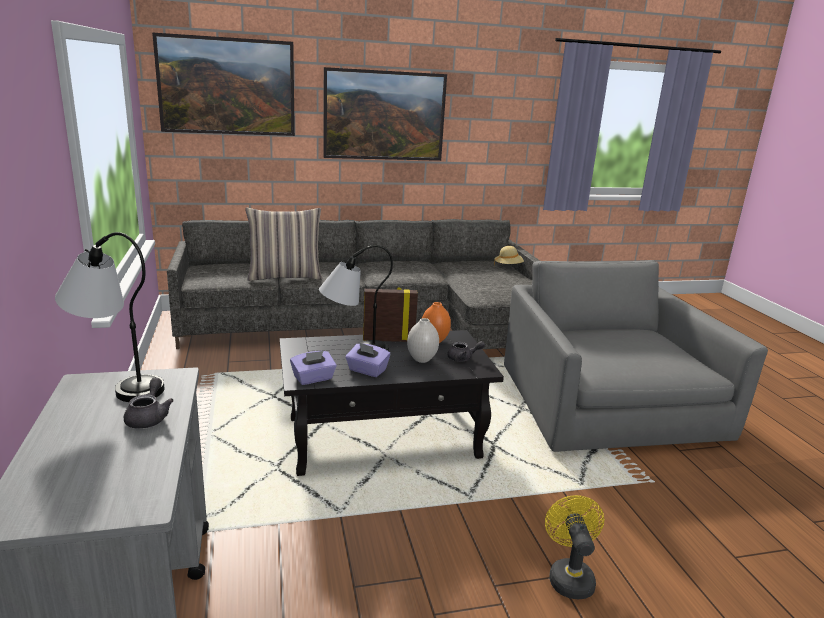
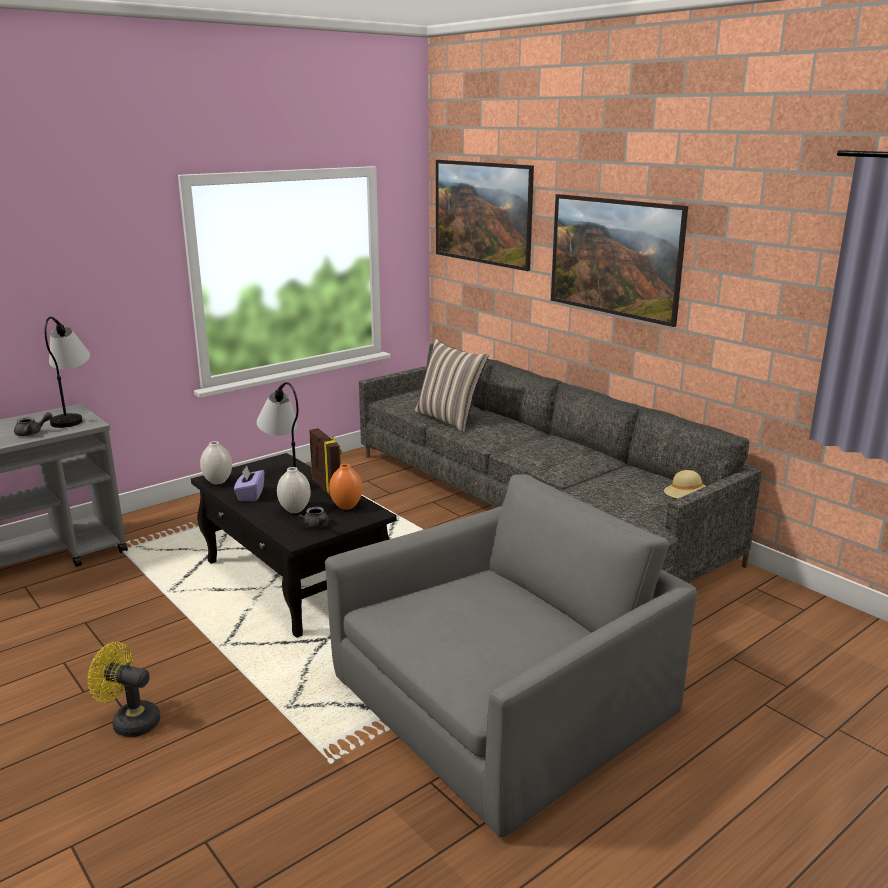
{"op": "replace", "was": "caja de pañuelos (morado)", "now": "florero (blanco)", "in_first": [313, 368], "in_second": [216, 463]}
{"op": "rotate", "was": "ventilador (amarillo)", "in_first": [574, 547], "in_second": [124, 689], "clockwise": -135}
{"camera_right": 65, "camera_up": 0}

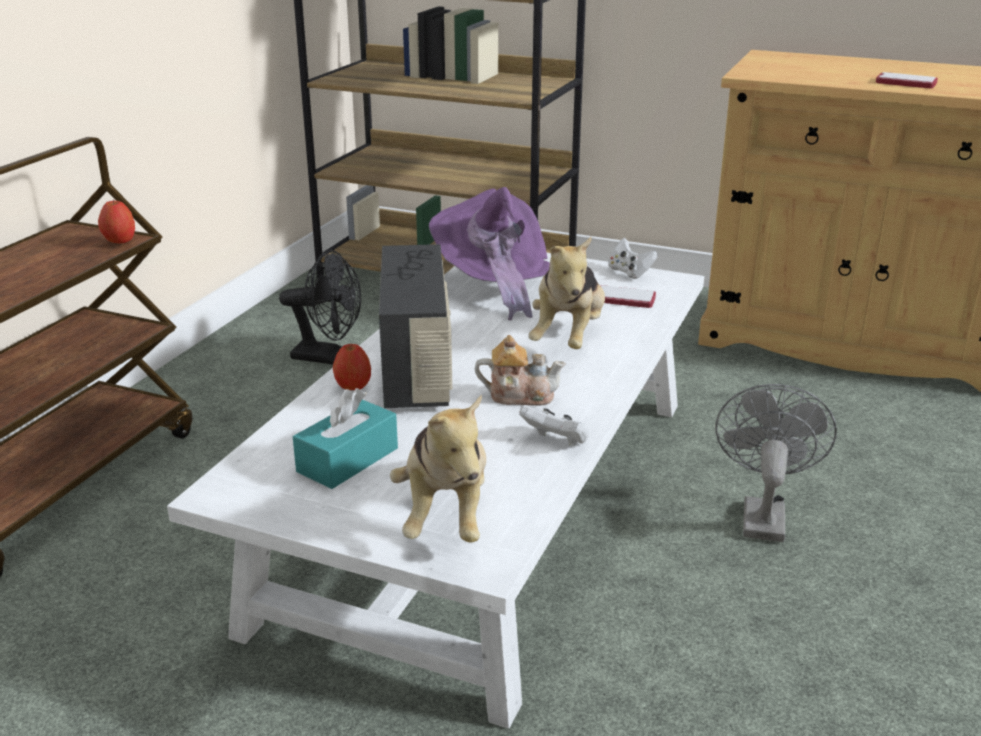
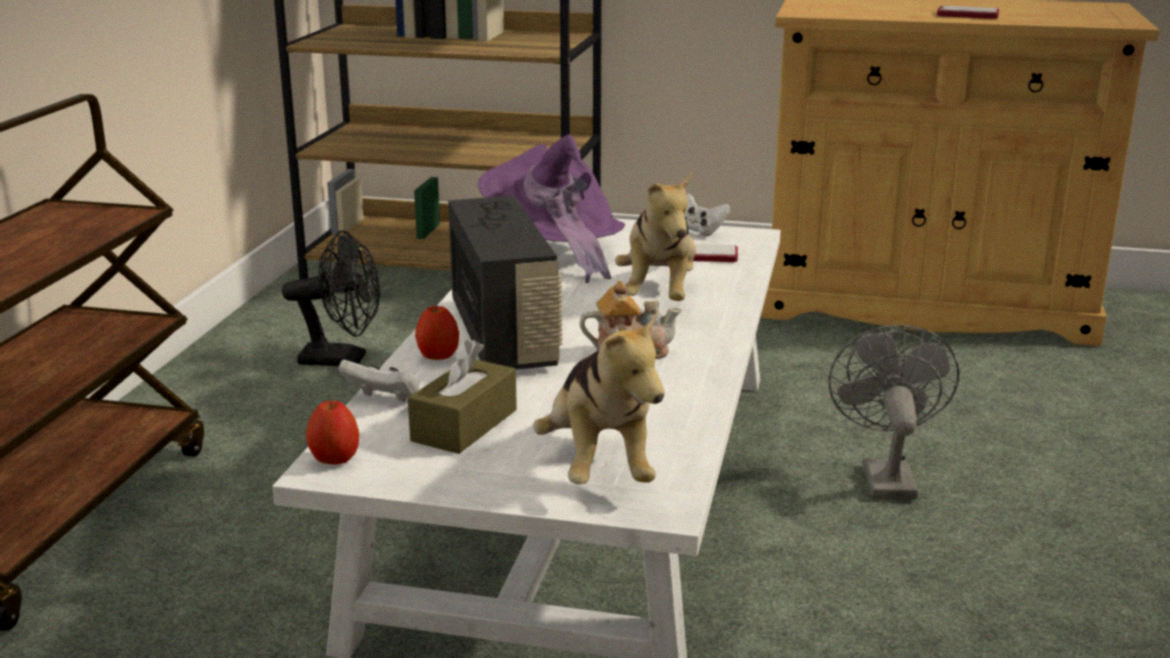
{"op": "move", "was": "manzana", "in_first": [116, 221], "in_second": [332, 432]}
{"op": "recolor", "was": "caja de pañuelos (turquesa)", "now": "caja de pañuelos (marrón)", "in_first": [345, 438], "in_second": [462, 397]}
{"op": "move", "was": "mando de consola (blanco)", "in_first": [554, 425], "in_second": [378, 381]}
{"camera_right": -10, "camera_up": -5}

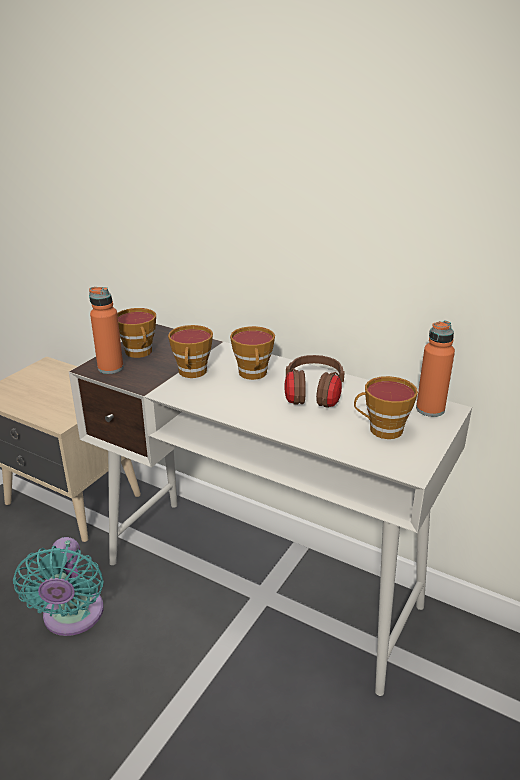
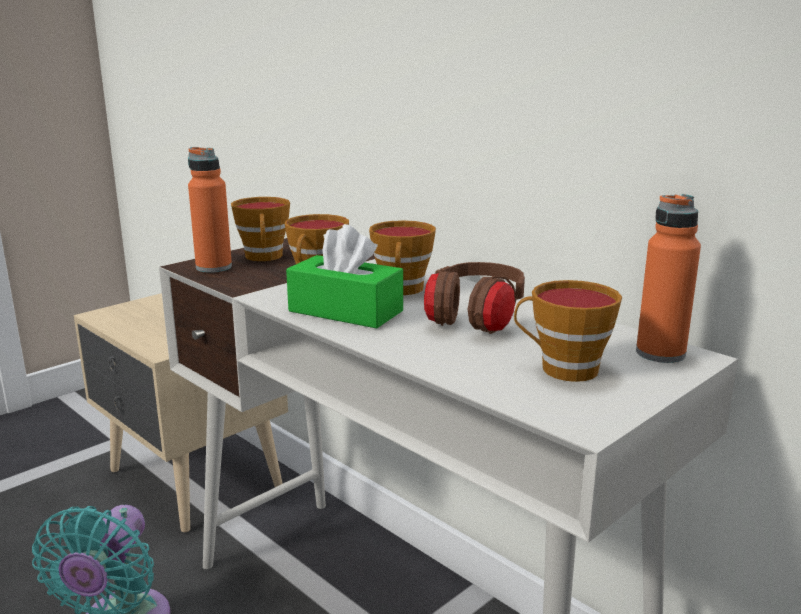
{"op": "insert", "now": "caja de pañuelos (verde)", "in_second": [344, 276]}
{"camera_right": 15, "camera_up": -10}

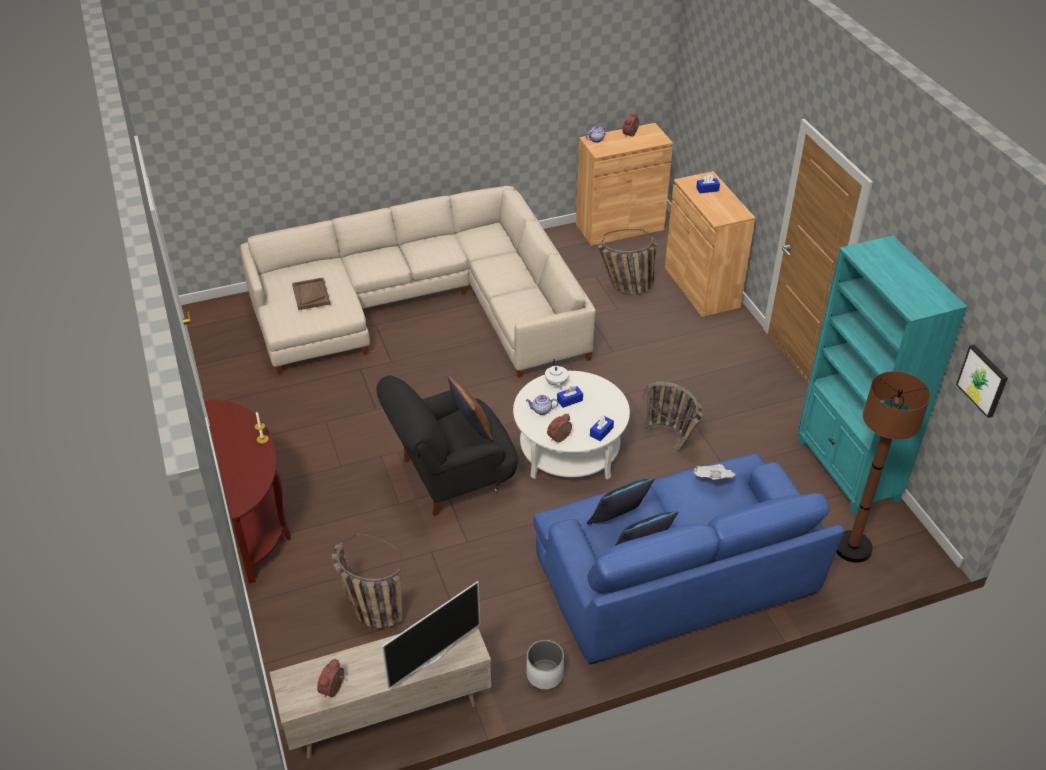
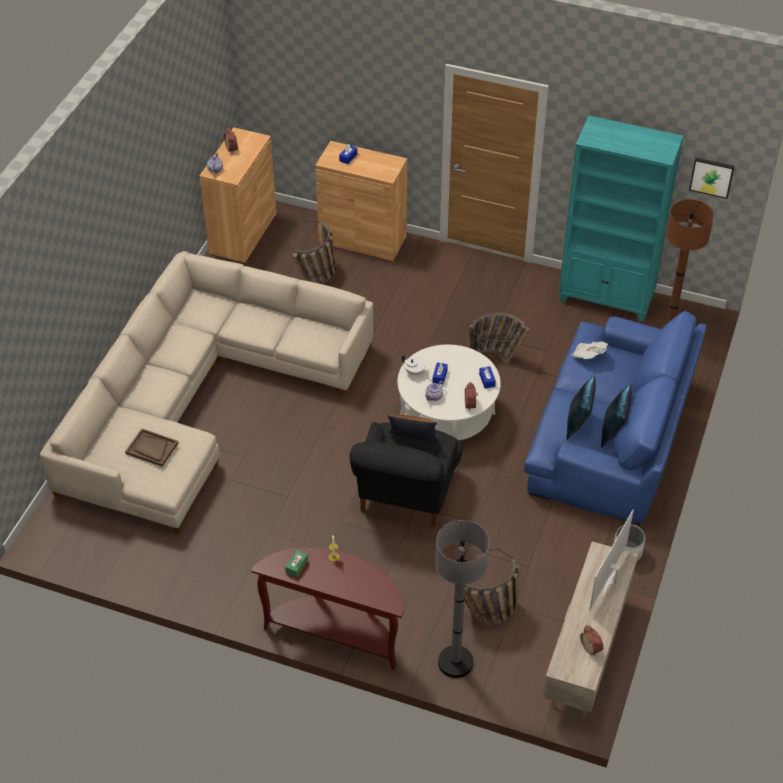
{"op": "rotate", "was": "televisor", "in_first": [431, 635], "in_second": [611, 560], "clockwise": -150}
{"op": "insert", "now": "lámpara de pie (gris)", "in_second": [462, 599]}
{"op": "insert", "now": "caja de pañuelos (verde)", "in_second": [296, 564]}
{"camera_right": -50, "camera_up": 5}

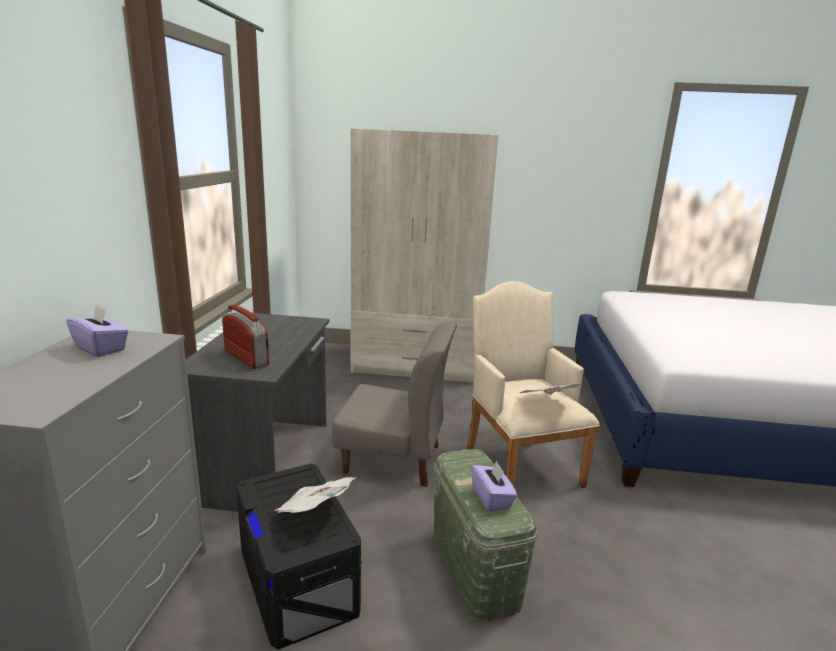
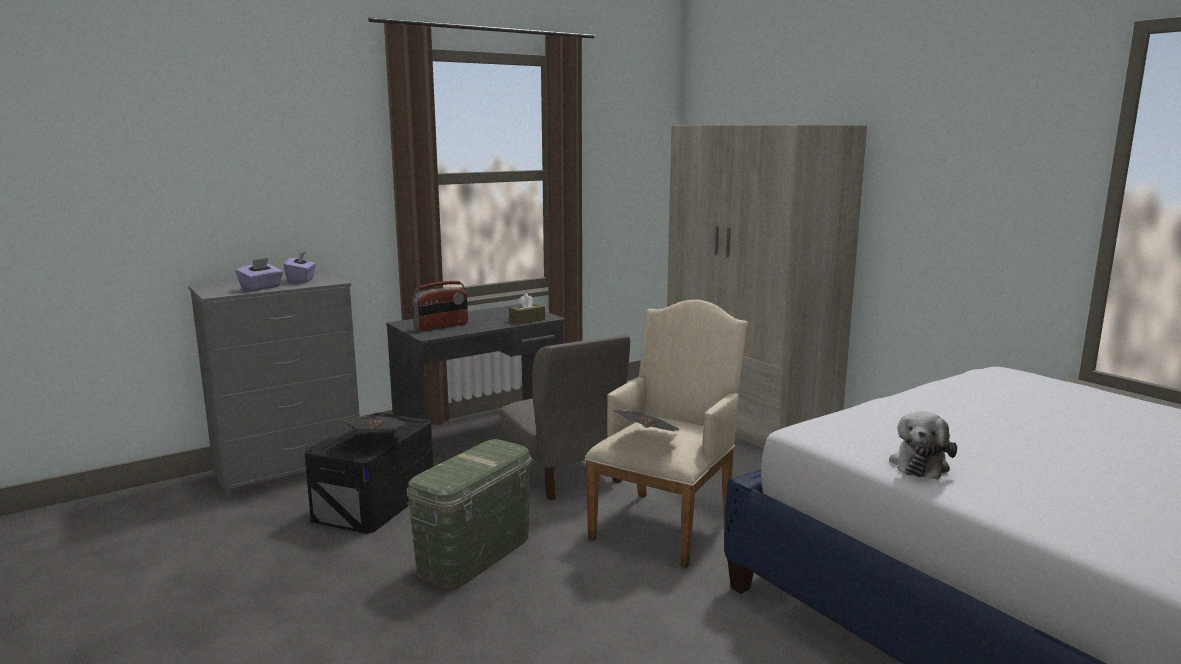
{"op": "rotate", "was": "radio", "in_first": [245, 337], "in_second": [440, 306], "clockwise": 45}
{"op": "move", "was": "caja de pañuelos (morado)", "in_first": [494, 486], "in_second": [259, 274]}
{"op": "insert", "now": "caja de pañuelos (marrón)", "in_second": [527, 308]}
{"op": "insert", "now": "peluche", "in_second": [923, 445]}
{"camera_right": 50, "camera_up": -5}

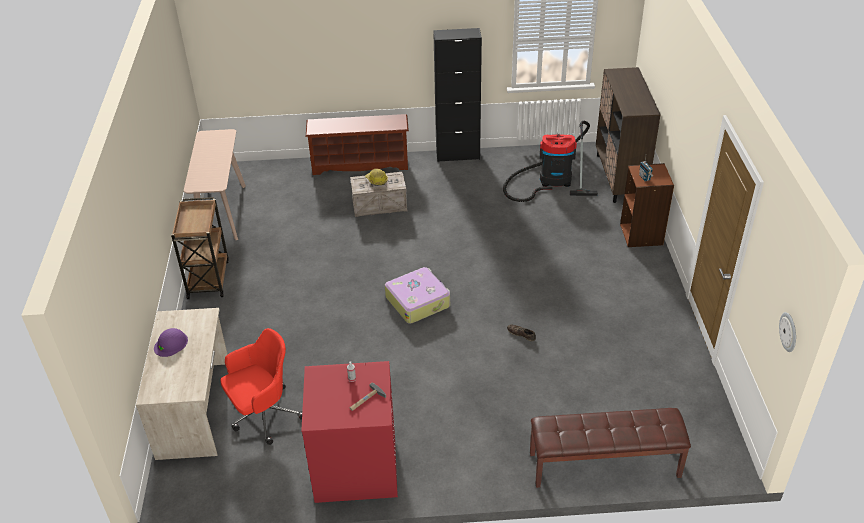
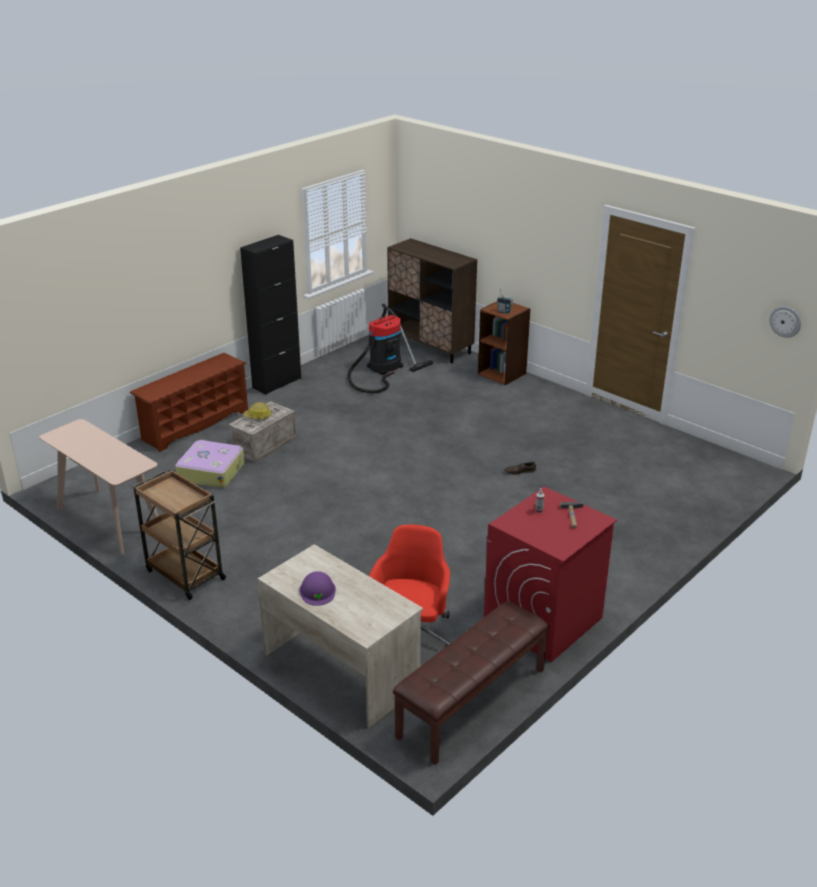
{"op": "move", "was": "maleta", "in_first": [417, 295], "in_second": [210, 464]}
{"op": "move", "was": "banco (marrón)", "in_first": [610, 448], "in_second": [471, 683]}
{"camera_right": -45, "camera_up": -10}

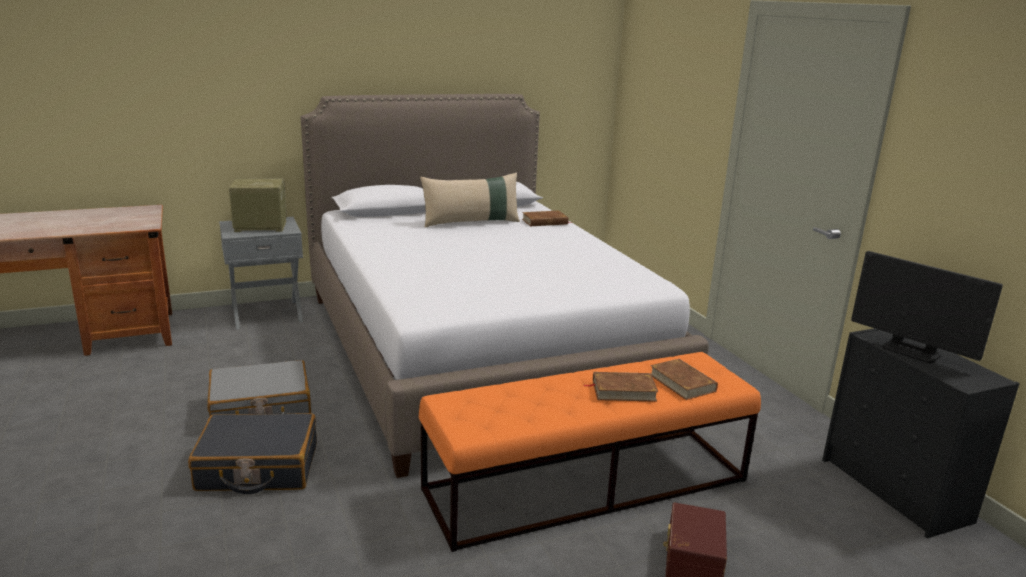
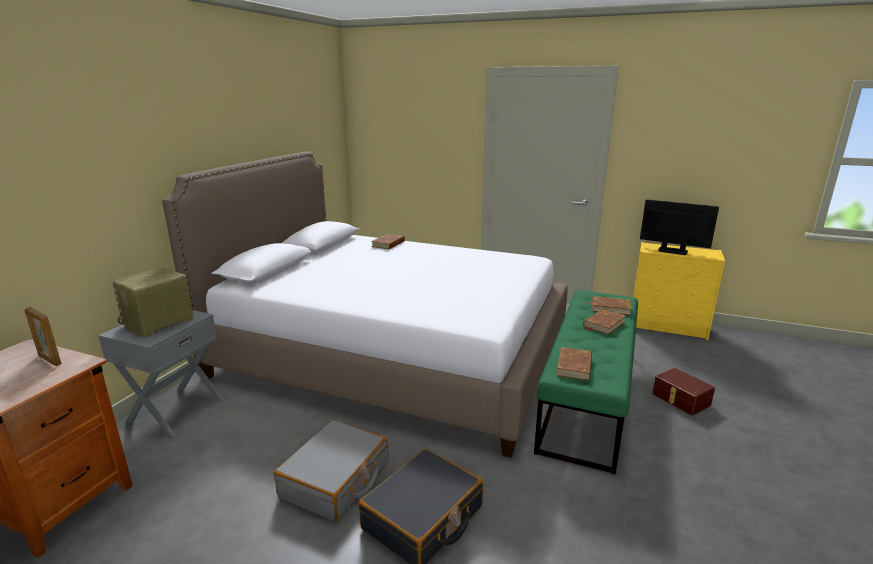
{"op": "delete", "was": "cojín (beis)", "in_first": [470, 200]}
{"op": "rotate", "was": "monitor", "in_first": [927, 307], "in_second": [679, 227], "clockwise": -150}
{"op": "recolor", "was": "cómoda (negro)", "now": "cómoda (amarillo)", "in_first": [921, 433], "in_second": [679, 291]}
{"op": "recolor", "was": "banco (naranja)", "now": "banco (verde)", "in_first": [590, 452], "in_second": [586, 382]}
{"op": "insert", "now": "portarretratos", "in_second": [43, 336]}
{"op": "insert", "now": "libro (marrón)", "in_second": [574, 364]}
{"camera_right": -45, "camera_up": 0}

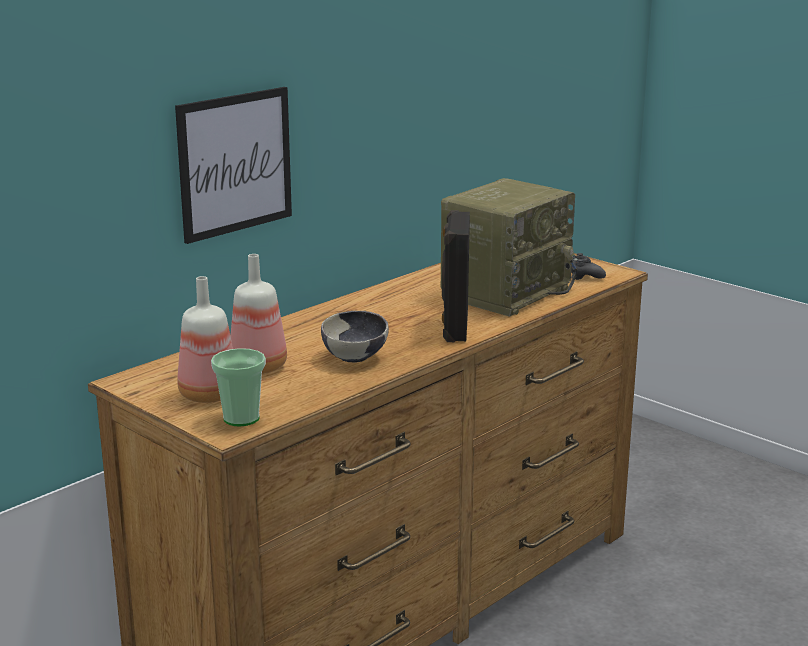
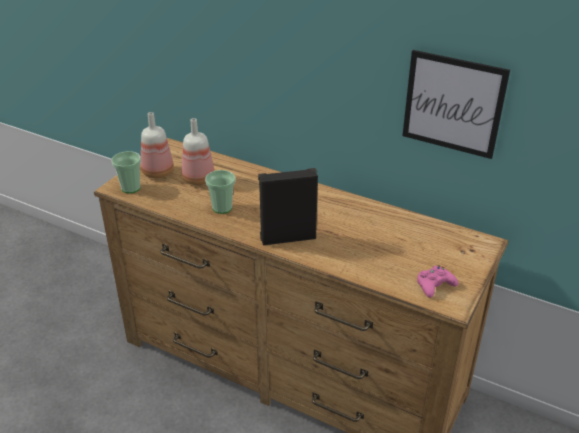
{"op": "move", "was": "cuadro", "in_first": [233, 165], "in_second": [456, 104]}
{"op": "delete", "was": "radio", "in_first": [509, 247]}
{"op": "recolor", "was": "mando de consola (negro)", "now": "mando de consola (rosa)", "in_first": [586, 266], "in_second": [437, 281]}
{"op": "replace", "was": "cuenco", "now": "taza", "in_first": [355, 337], "in_second": [220, 192]}
{"camera_right": 75, "camera_up": 15}

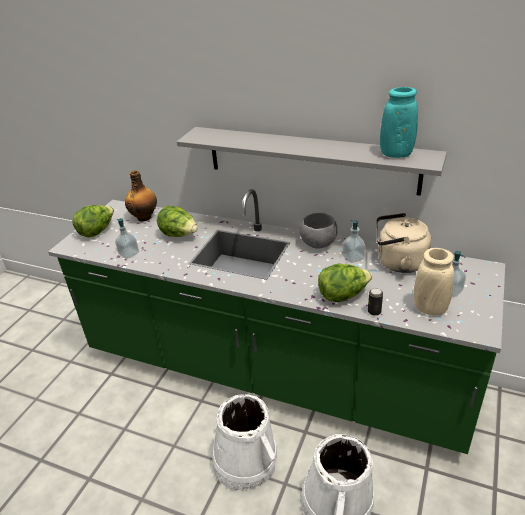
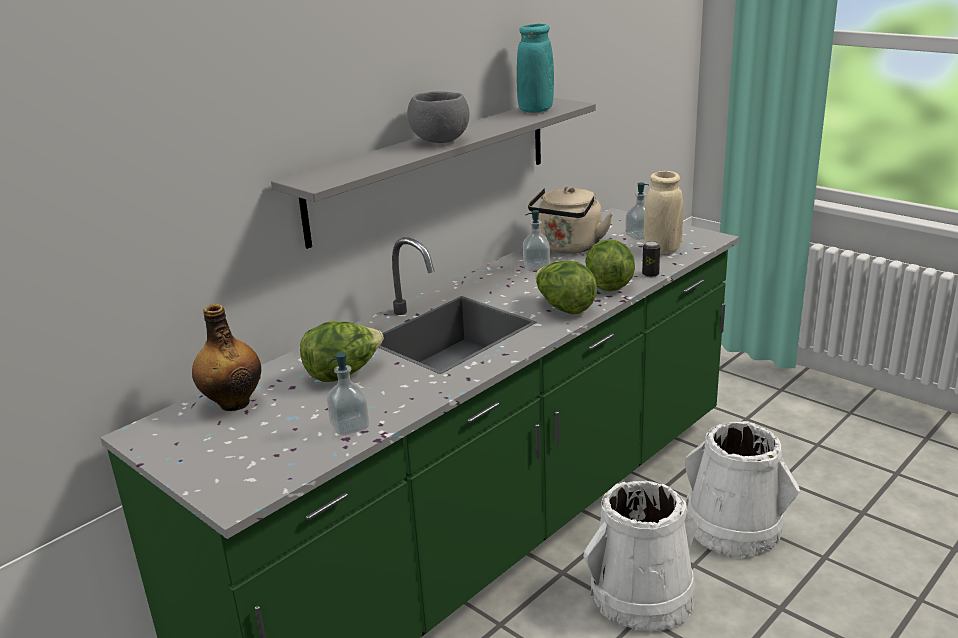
{"op": "move", "was": "lechuga", "in_first": [93, 221], "in_second": [566, 287]}
{"op": "move", "was": "cuenco (gris)", "in_first": [318, 231], "in_second": [438, 117]}
{"camera_right": -70, "camera_up": -10}

